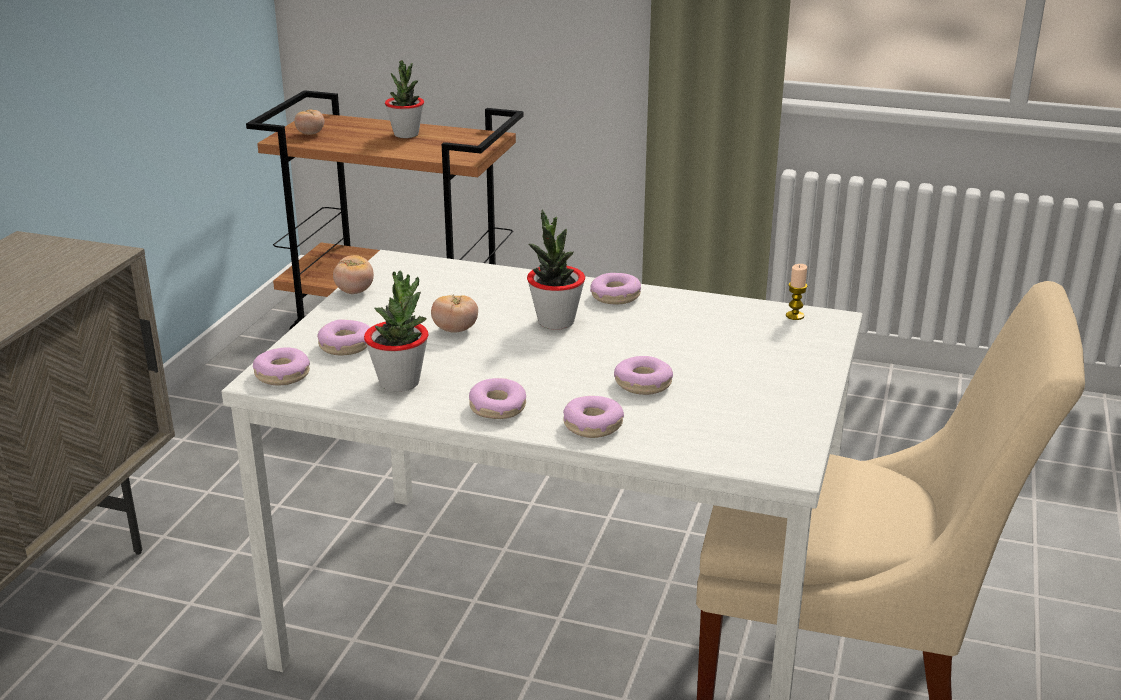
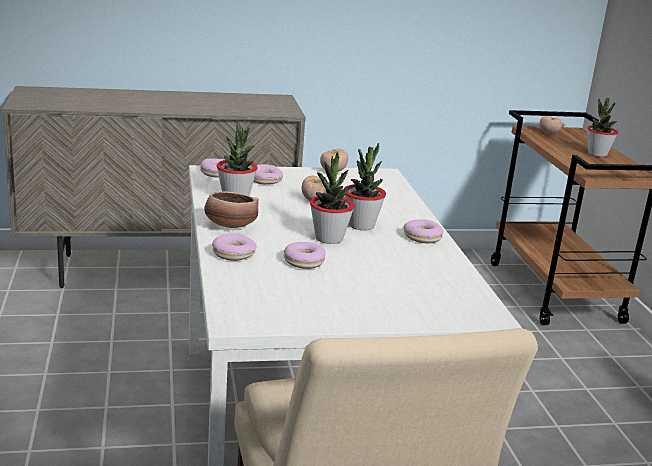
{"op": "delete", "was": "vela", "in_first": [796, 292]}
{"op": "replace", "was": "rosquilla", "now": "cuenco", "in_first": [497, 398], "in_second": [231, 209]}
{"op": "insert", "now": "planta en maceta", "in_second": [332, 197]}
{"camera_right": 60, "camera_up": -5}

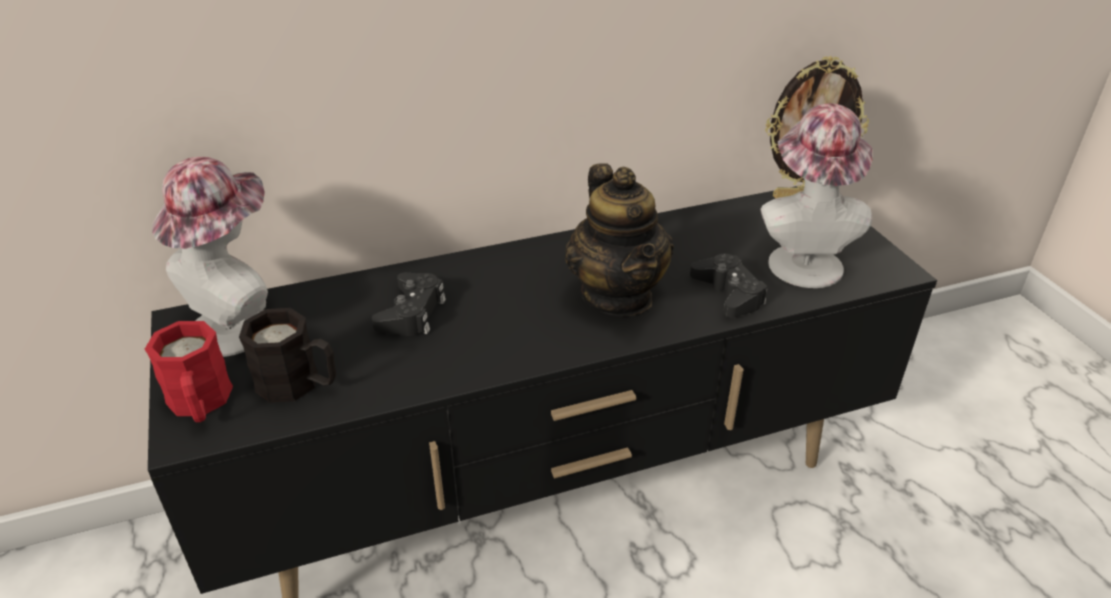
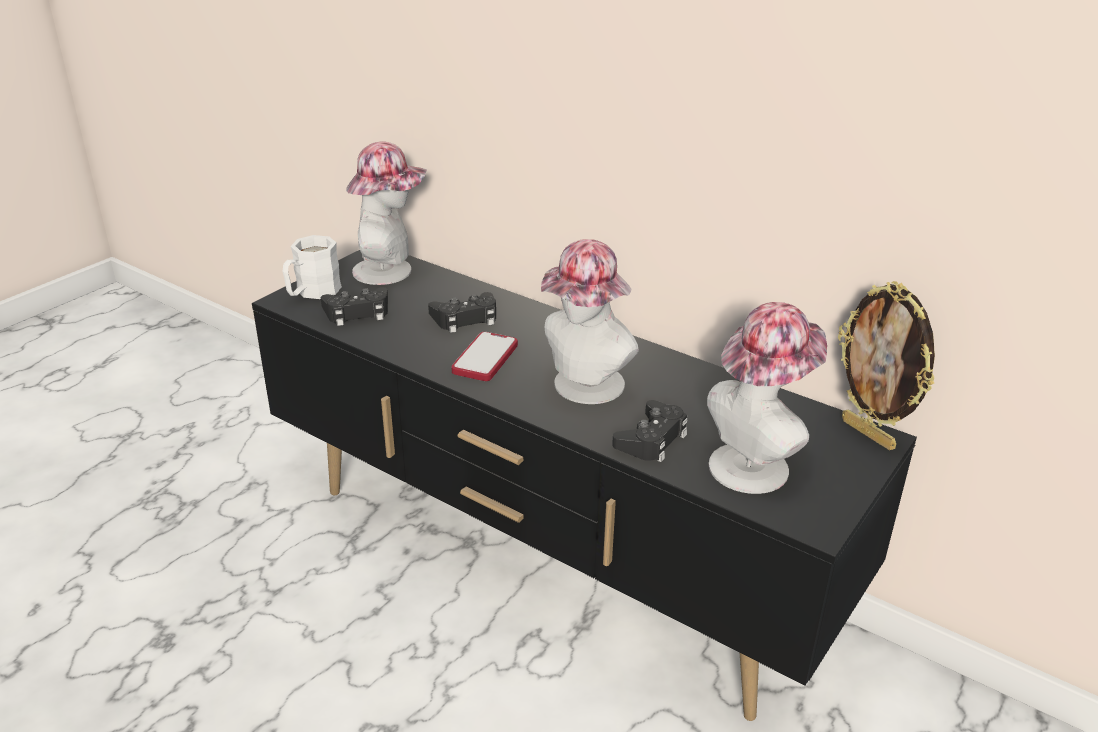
{"op": "replace", "was": "tetera", "now": "sombrero", "in_first": [619, 239], "in_second": [590, 321]}
{"op": "replace", "was": "taza grande (negro)", "now": "mando de consola (negro)", "in_first": [287, 355], "in_second": [354, 306]}
{"op": "recolor", "was": "taza grande (rojo)", "now": "taza grande (blanco)", "in_first": [189, 371], "in_second": [312, 267]}
{"op": "insert", "now": "móvil", "in_second": [484, 356]}
{"camera_right": 55, "camera_up": -5}

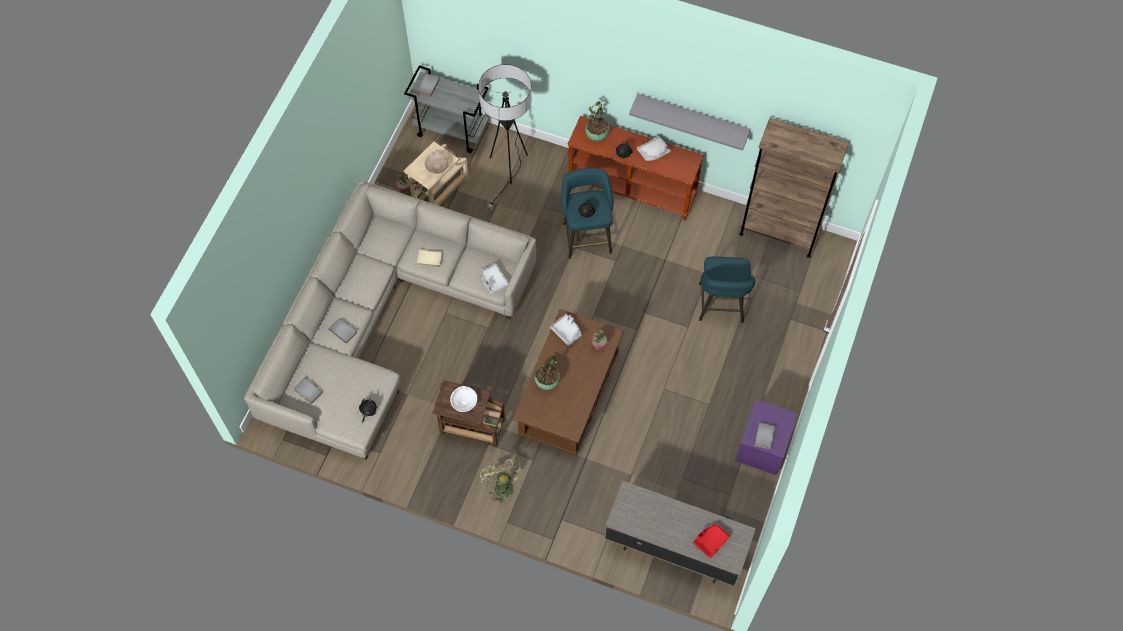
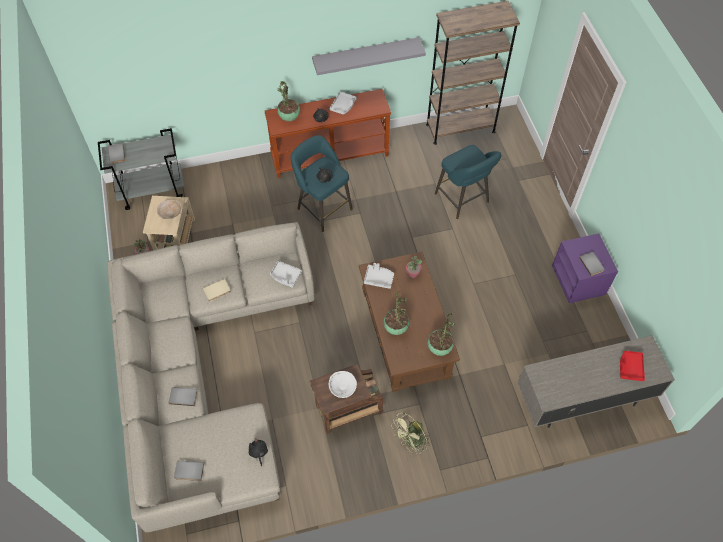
{"op": "delete", "was": "lámpara de pie", "in_first": [505, 137]}
{"op": "rotate", "was": "ventilador (verde)", "in_first": [501, 482], "in_second": [410, 433], "clockwise": -75}
{"op": "insert", "now": "planta en maceta", "in_second": [440, 334]}
{"camera_right": -35, "camera_up": -5}

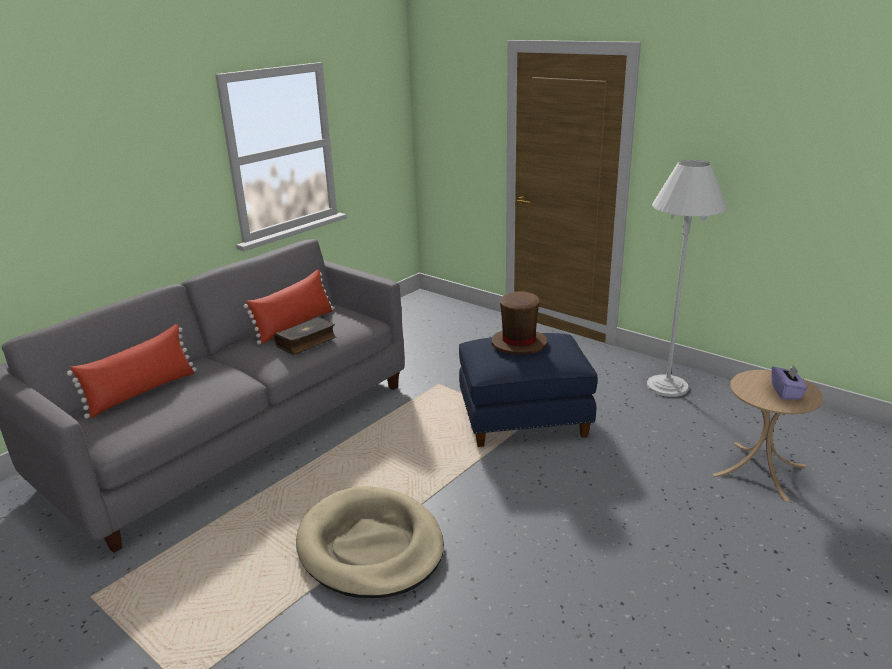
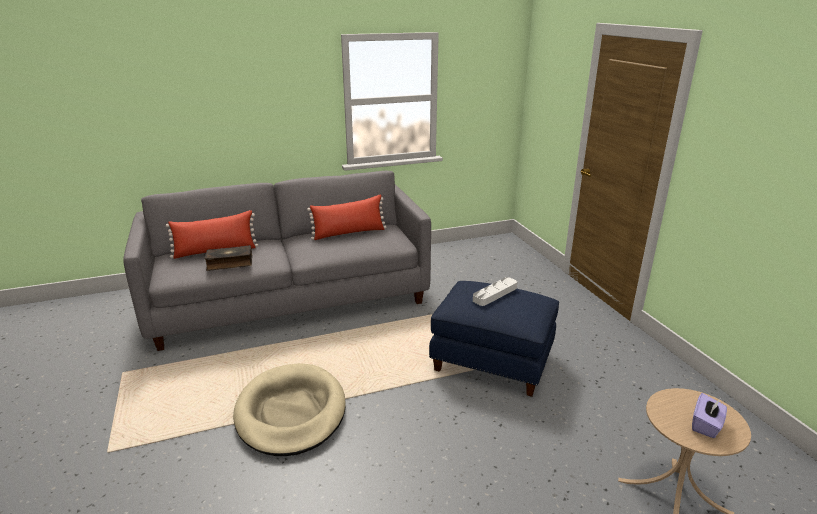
{"op": "delete", "was": "lámpara de pie (blanco)", "in_first": [687, 278]}
{"op": "replace", "was": "sombrero (marrón)", "now": "bandeja (gris)", "in_first": [519, 322], "in_second": [495, 291]}
{"op": "move", "was": "libro", "in_first": [305, 336], "in_second": [228, 258]}
{"camera_right": 30, "camera_up": 0}

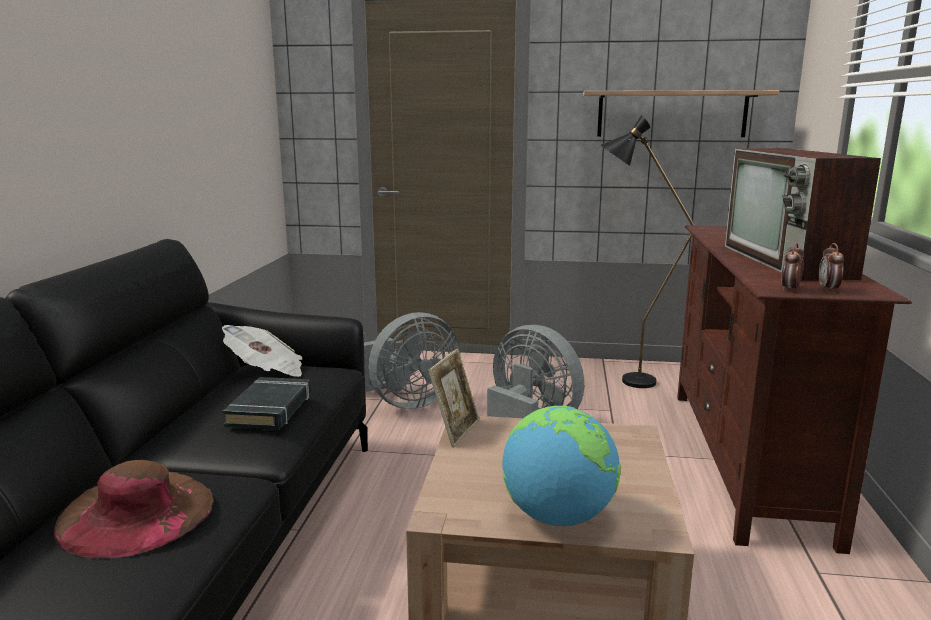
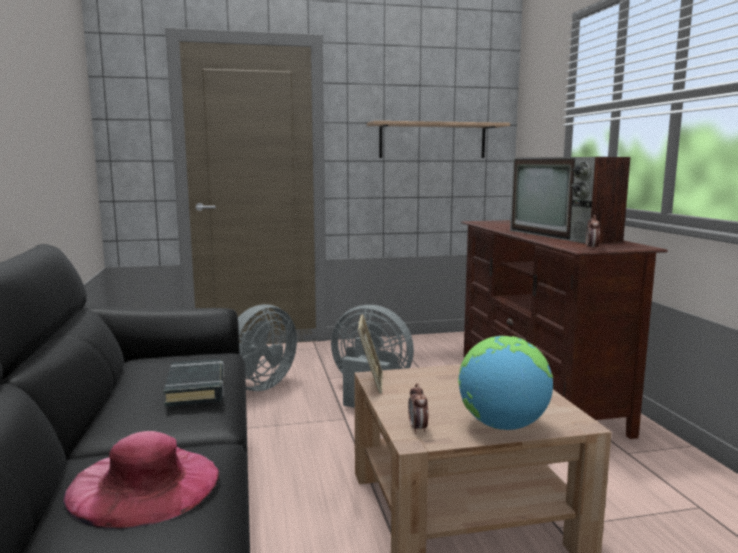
{"op": "delete", "was": "lámpara de pie (negro)", "in_first": [647, 252]}
{"op": "move", "was": "despertador", "in_first": [831, 267], "in_second": [418, 408]}
{"op": "delete", "was": "periódico", "in_first": [262, 351]}
{"op": "recolor", "was": "sombrero (marrón)", "now": "sombrero (rosa)", "in_first": [133, 509], "in_second": [141, 480]}
{"camera_right": -20, "camera_up": -5}

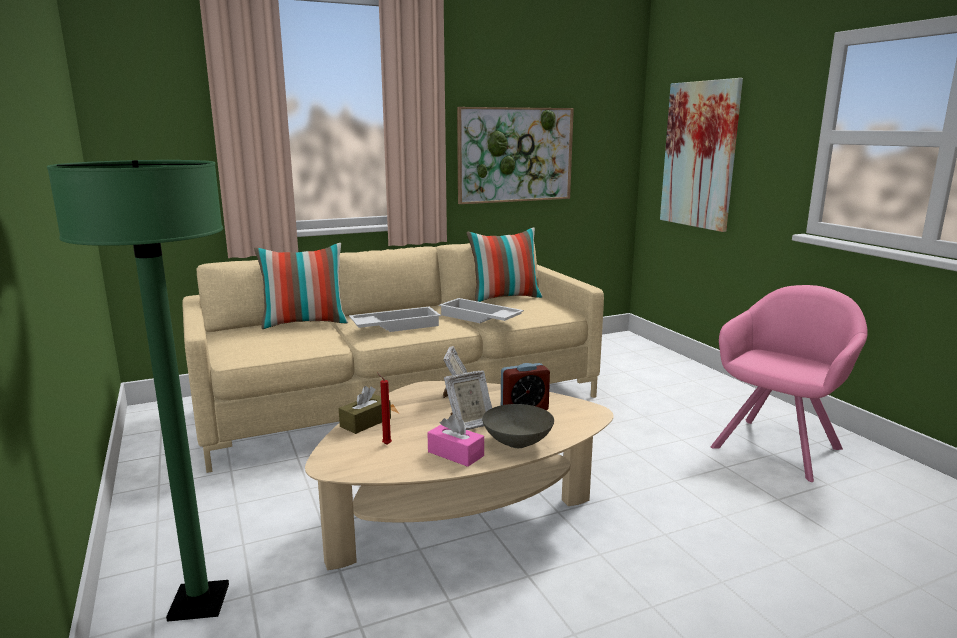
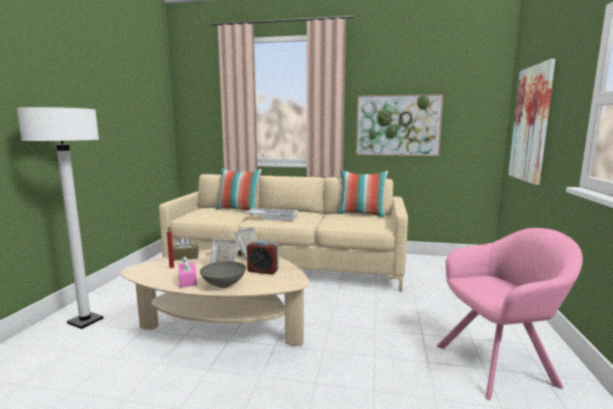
{"op": "recolor", "was": "lámpara de pie (verde)", "now": "lámpara de pie (blanco)", "in_first": [138, 391], "in_second": [60, 218]}
{"op": "delete", "was": "bandeja (blanco)", "in_first": [481, 310]}
{"camera_right": 35, "camera_up": -5}

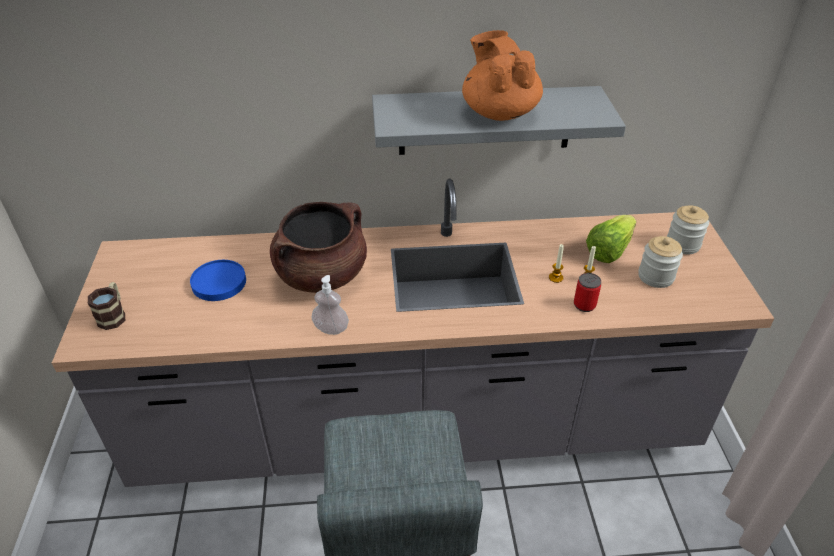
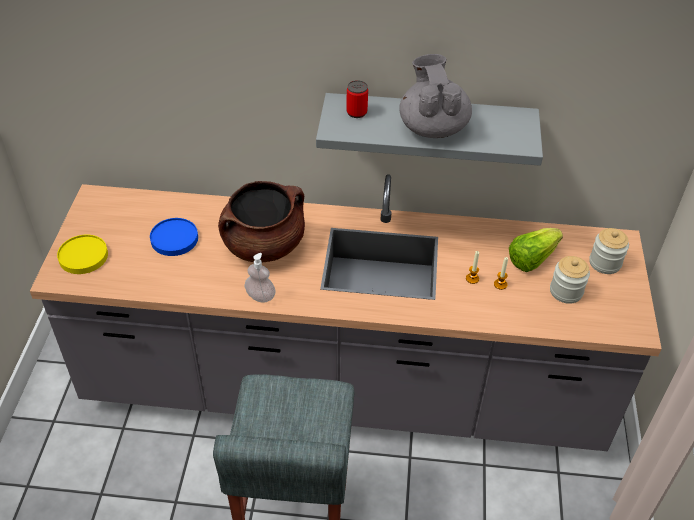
{"op": "recolor", "was": "tetera (naranja)", "now": "tetera (gris)", "in_first": [502, 75], "in_second": [435, 96]}
{"op": "move", "was": "lata", "in_first": [587, 292], "in_second": [357, 99]}
{"op": "replace", "was": "taza grande", "now": "plato (amarillo)", "in_first": [106, 306], "in_second": [82, 254]}
{"camera_right": 10, "camera_up": 5}

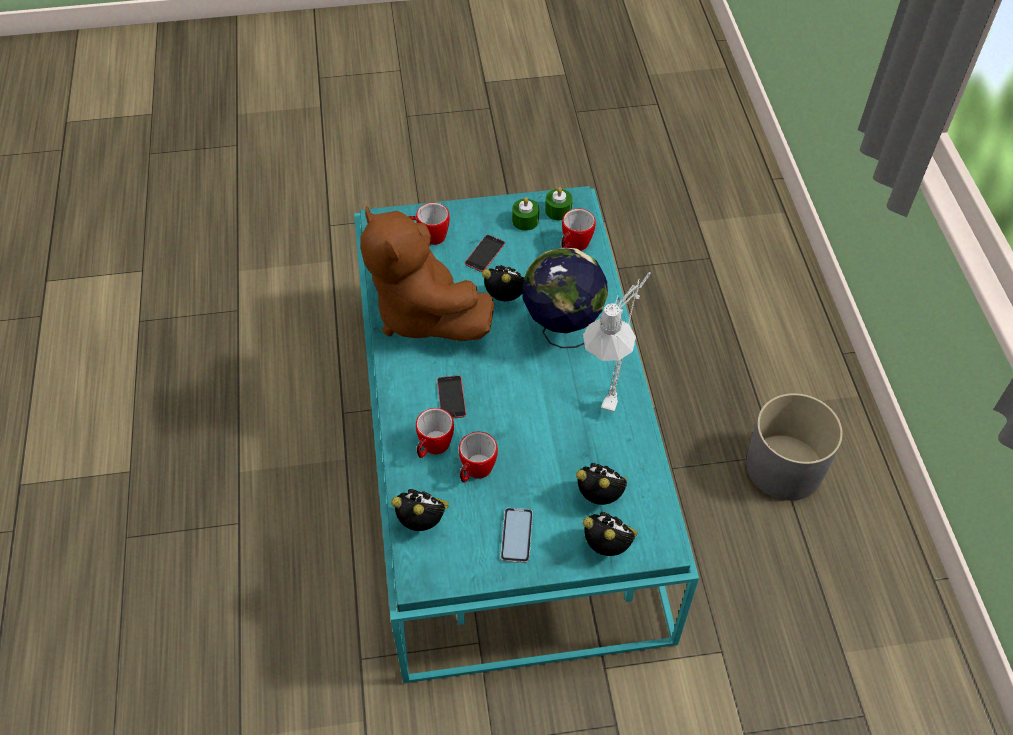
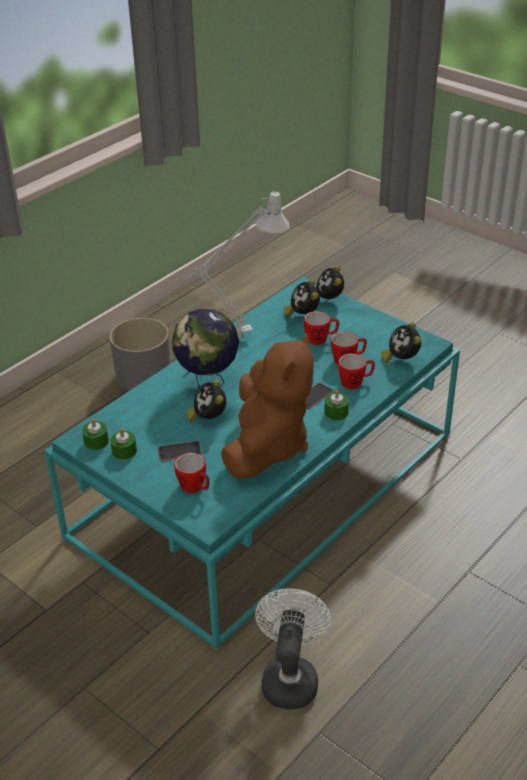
{"op": "move", "was": "taza grande", "in_first": [578, 230], "in_second": [321, 328]}
{"op": "delete", "was": "móvil", "in_first": [516, 535]}
{"op": "insert", "now": "vela (verde)", "in_second": [336, 405]}
{"op": "insert", "now": "ventilador (blanco)", "in_second": [293, 648]}
{"camera_right": -130, "camera_up": -15}

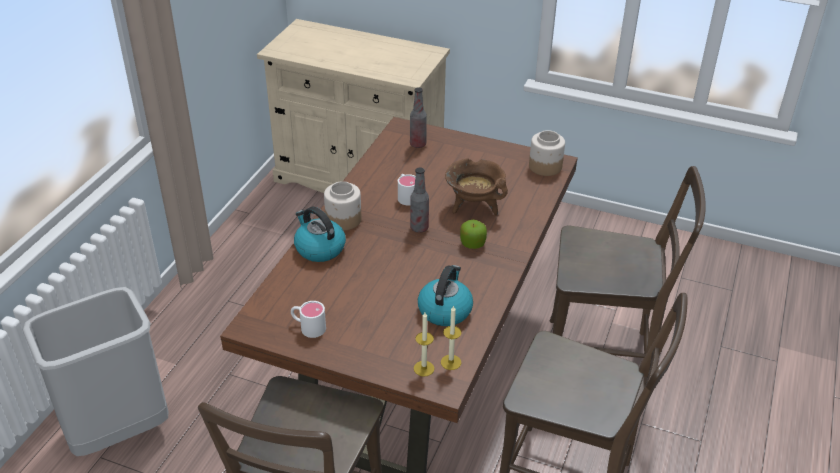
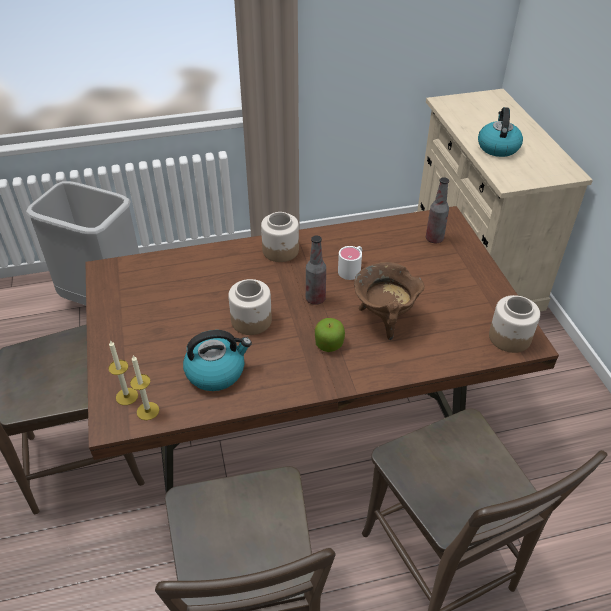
{"op": "move", "was": "hervidor", "in_first": [320, 234], "in_second": [500, 132]}
{"op": "delete", "was": "taza grande (blanco)", "in_first": [308, 319]}
{"op": "insert", "now": "tarro", "in_second": [250, 307]}
{"camera_right": 55, "camera_up": 5}

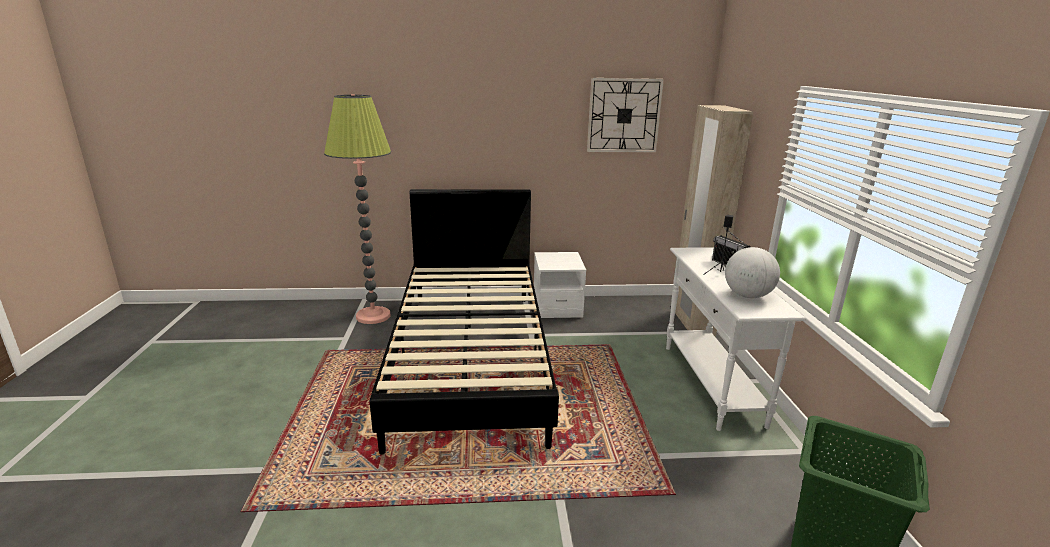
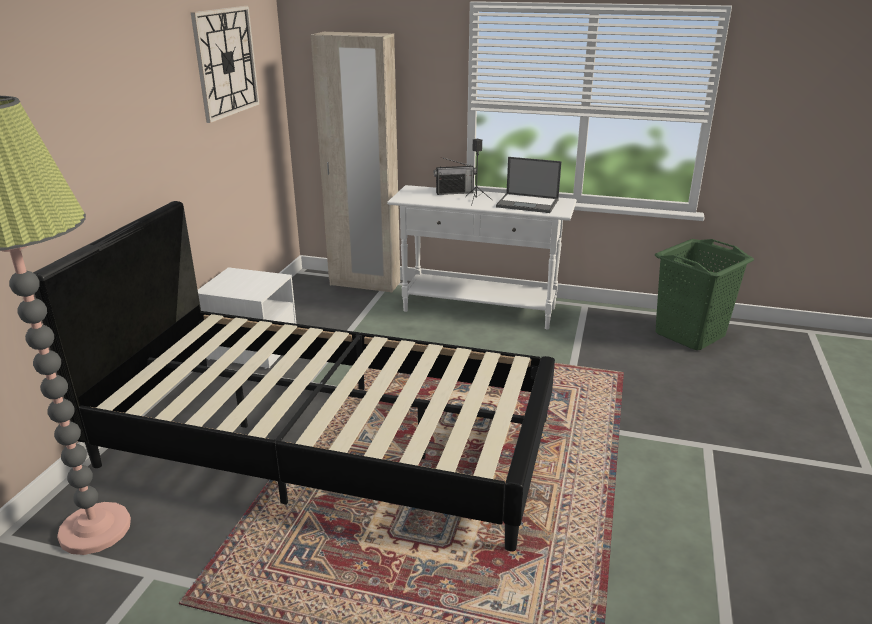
{"op": "replace", "was": "globo terráqueo", "now": "portátil", "in_first": [752, 272], "in_second": [529, 185]}
{"camera_right": -70, "camera_up": 5}

